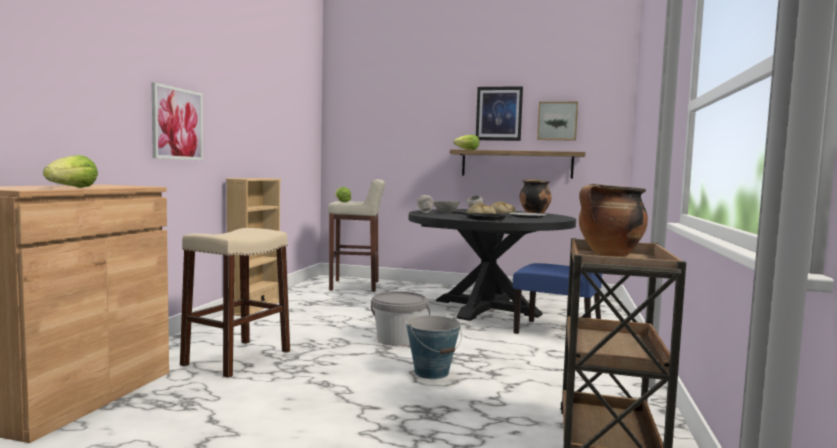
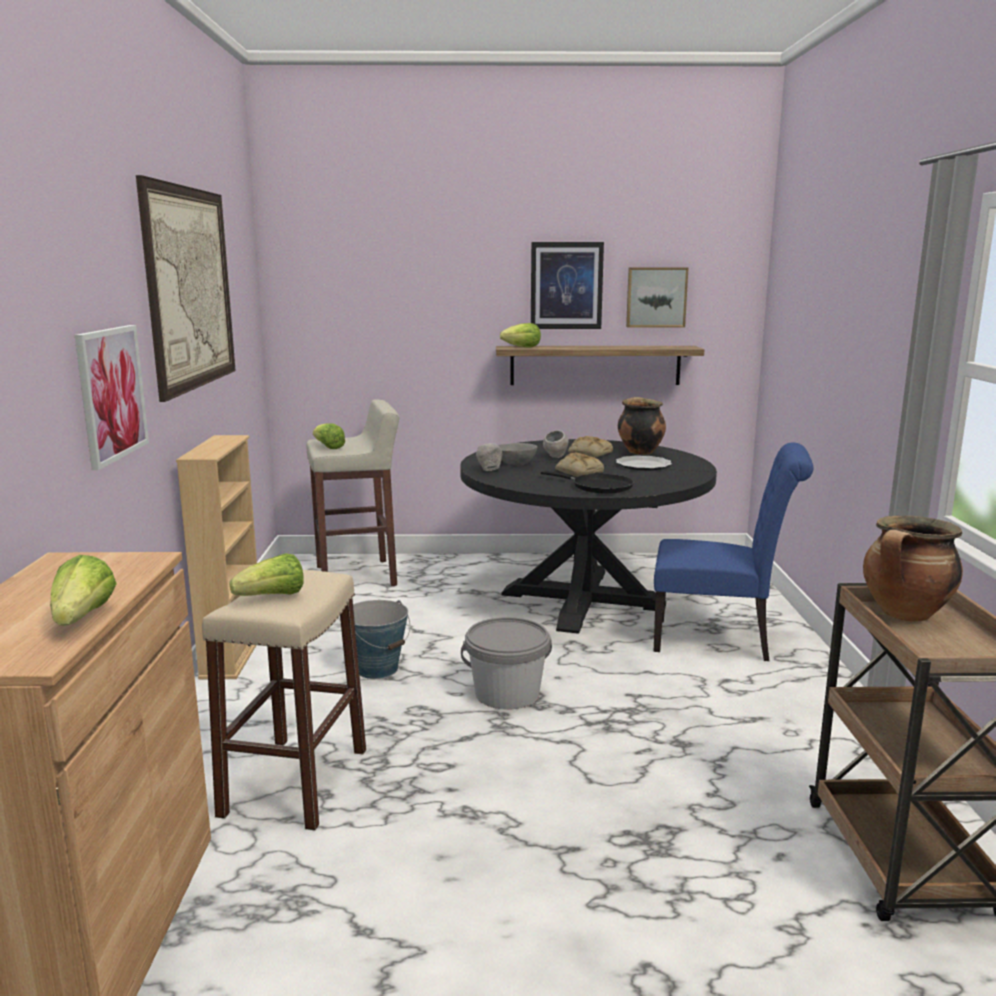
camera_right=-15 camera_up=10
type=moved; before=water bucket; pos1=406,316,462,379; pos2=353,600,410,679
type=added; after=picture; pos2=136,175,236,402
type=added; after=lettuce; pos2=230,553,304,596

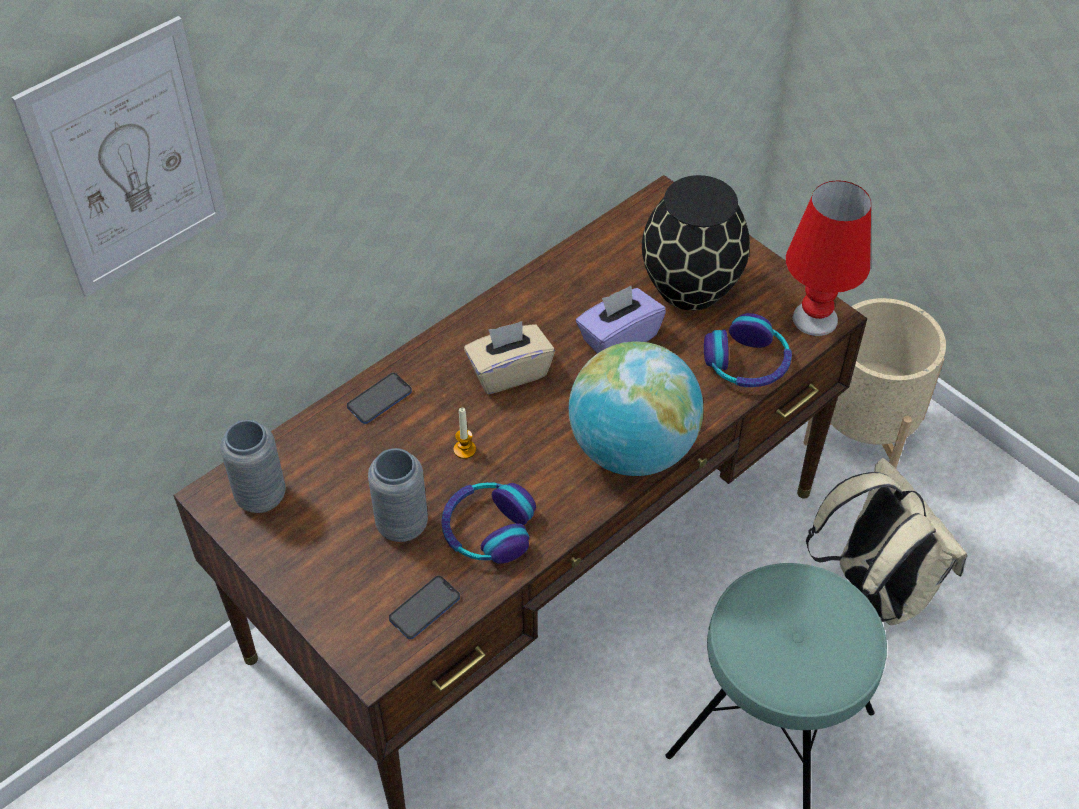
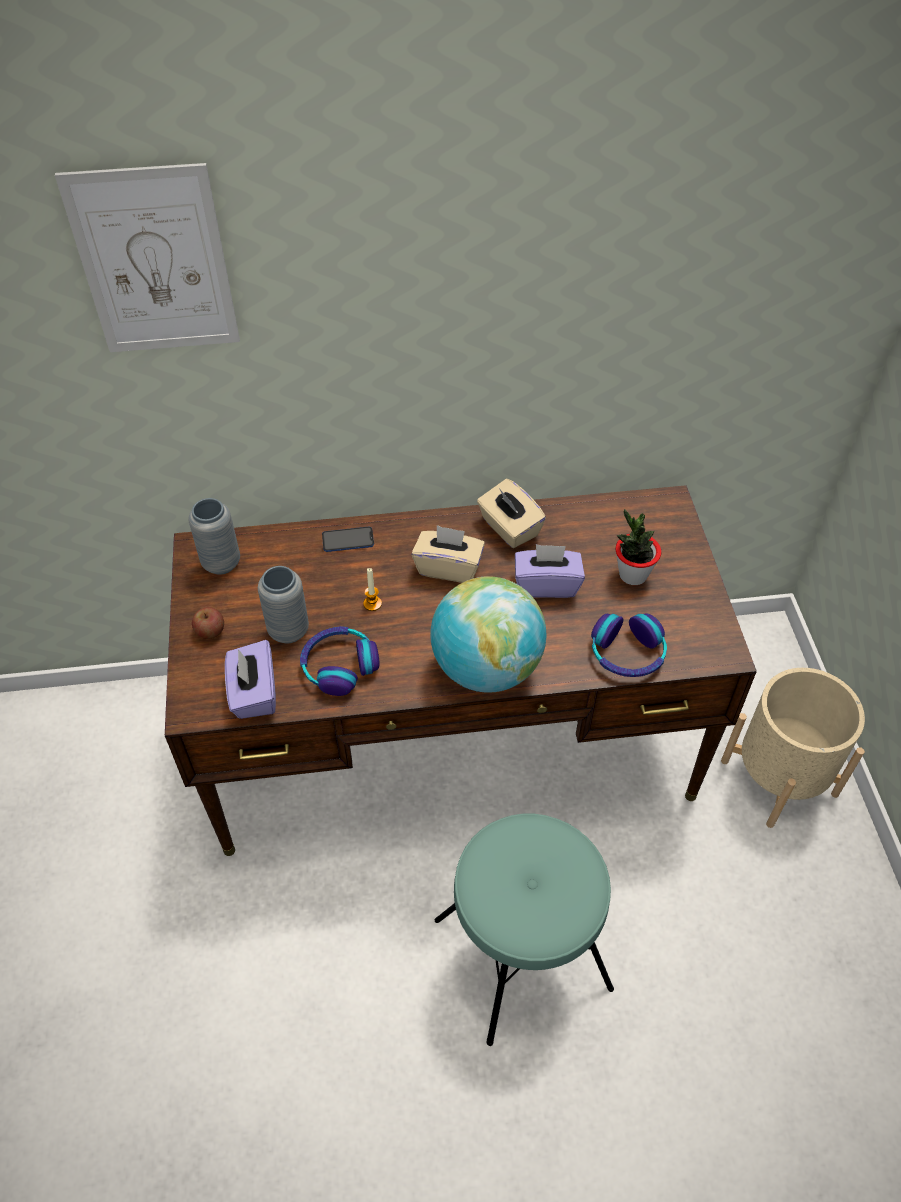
camera_right=35 camera_up=0
type=replaced; before=handset; after=purple tissue box; pos1=389,576,460,639; pos2=225,640,276,719
type=replaced; before=blackish vase; after=plant in a pot; pos1=642,175,750,311; pos2=615,509,661,585
type=removed; before=red tabletop lamp; pos1=786,180,871,336
type=removed; before=sand-coloured backpack; pos1=806,458,967,625
type=added; after=apple fruit; pos2=192,607,224,639
type=added; after=sand-coloured tissue box; pos2=477,479,546,548

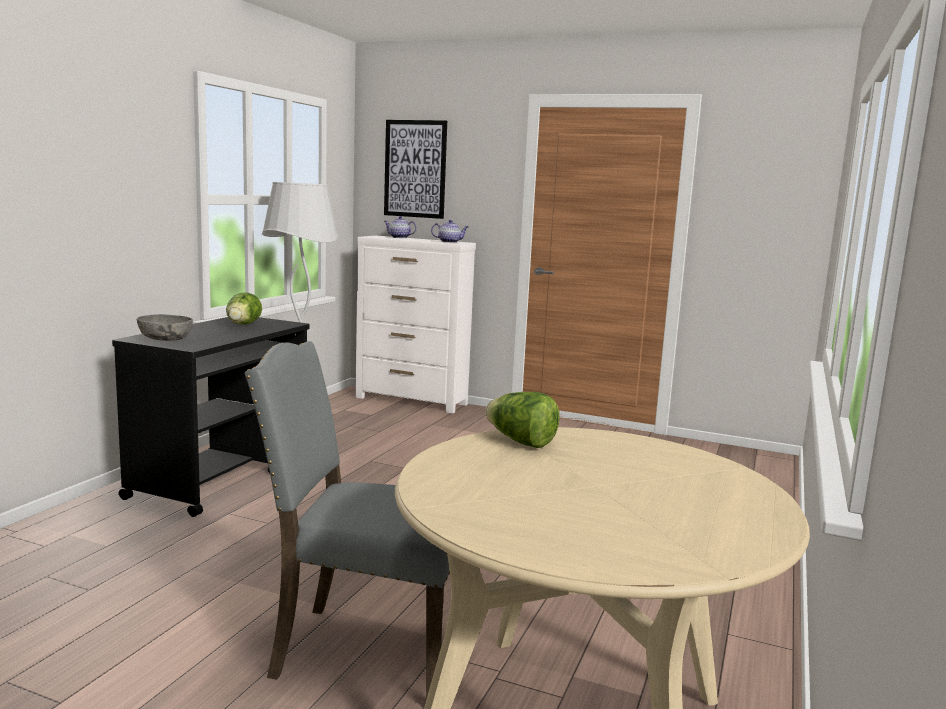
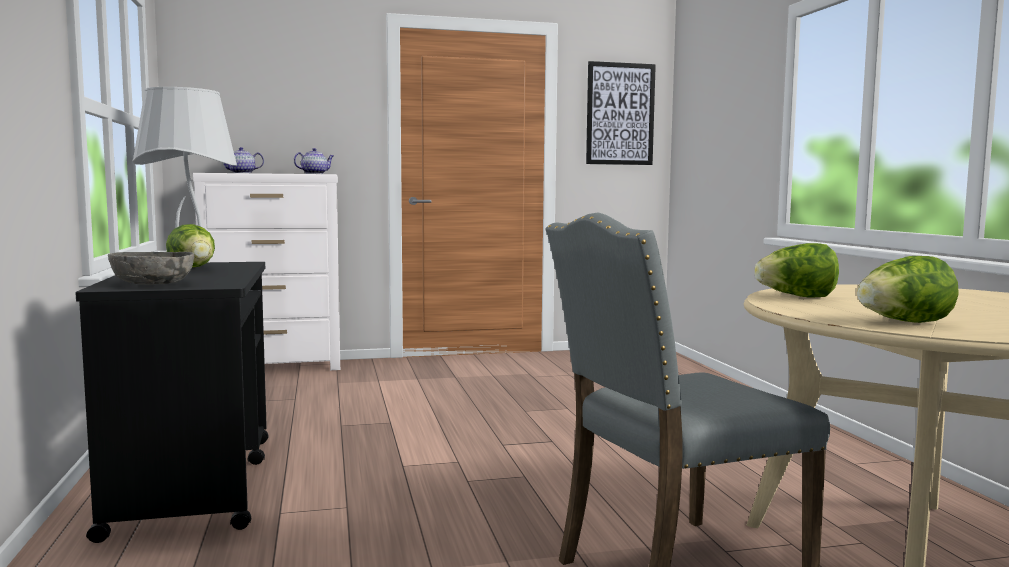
camera_right=-35 camera_up=-5
type=moved; before=picture; pos1=384,120,447,219; pos2=586,61,656,165
type=added; after=lettuce; pos2=857,256,959,323

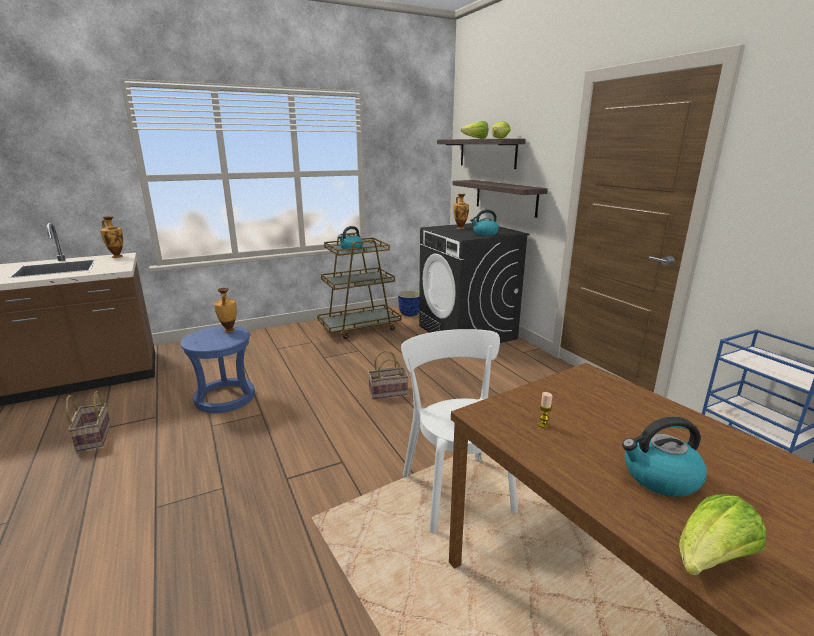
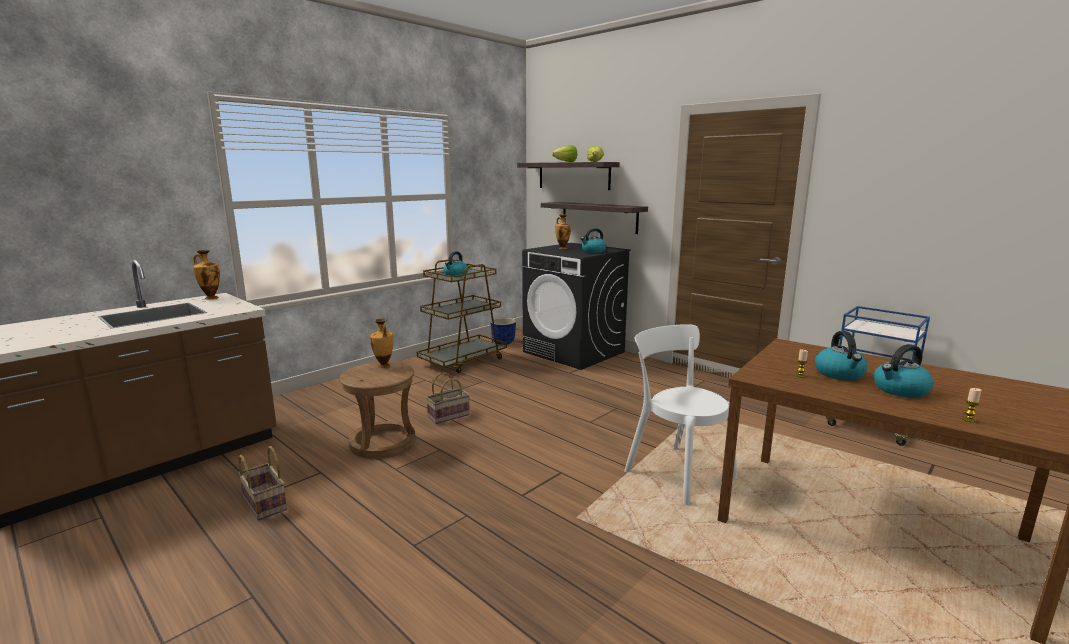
camera_right=-20 camera_up=-5
type=recoloured; before=blue stool; after=brown stool; pos1=180,326,255,413; pos2=339,362,416,459
type=moved; before=storage basket; pos1=368,351,409,399; pos2=426,372,470,424
type=replaced; before=lettuce; after=wax light; pos1=679,494,766,575; pos2=962,388,982,422
type=added; after=kettle; pos2=815,331,868,381

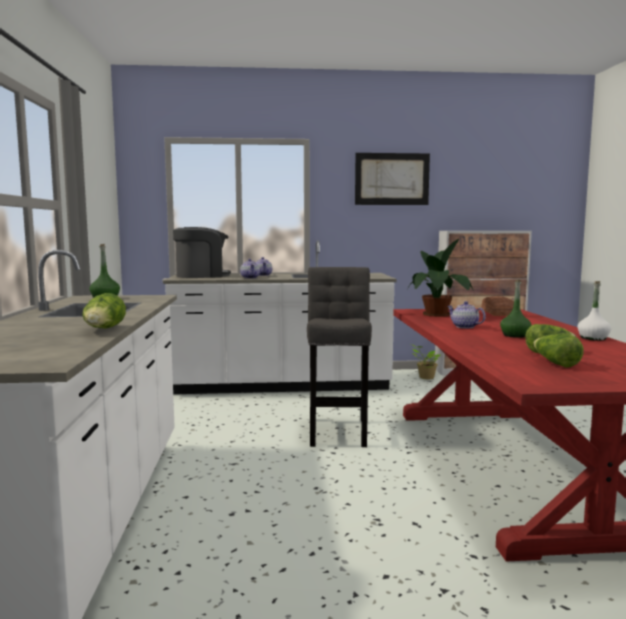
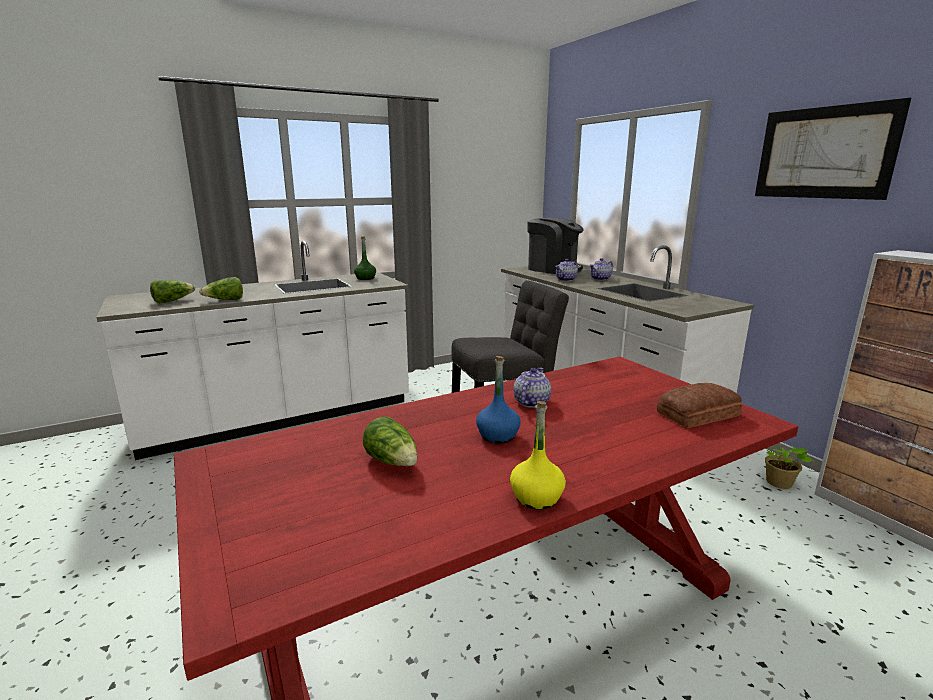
camera_right=65 camera_up=10
type=removed; before=plant in a pot; pos1=407,239,474,317
type=recoloured; before=green-coloured bottle; after=blue bottle; pos1=500,280,532,338; pos2=476,356,520,444
type=moved; before=lettuce; pos1=534,334,584,368; pos2=150,280,195,303
type=recoloured; before=white-coloured bottle; after=yellowish bottle; pos1=577,281,611,341; pos2=510,401,566,509

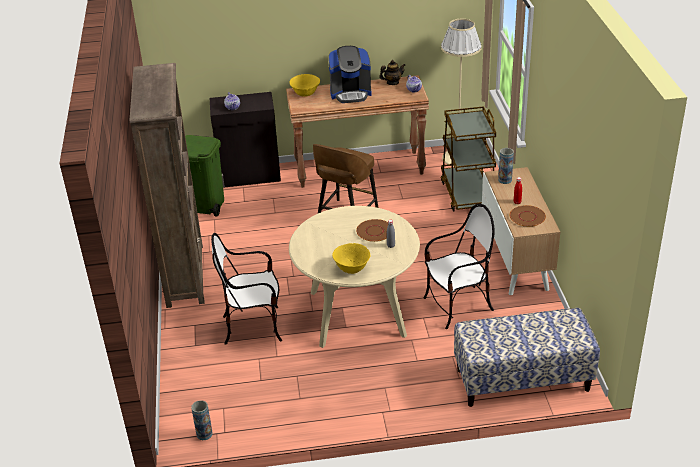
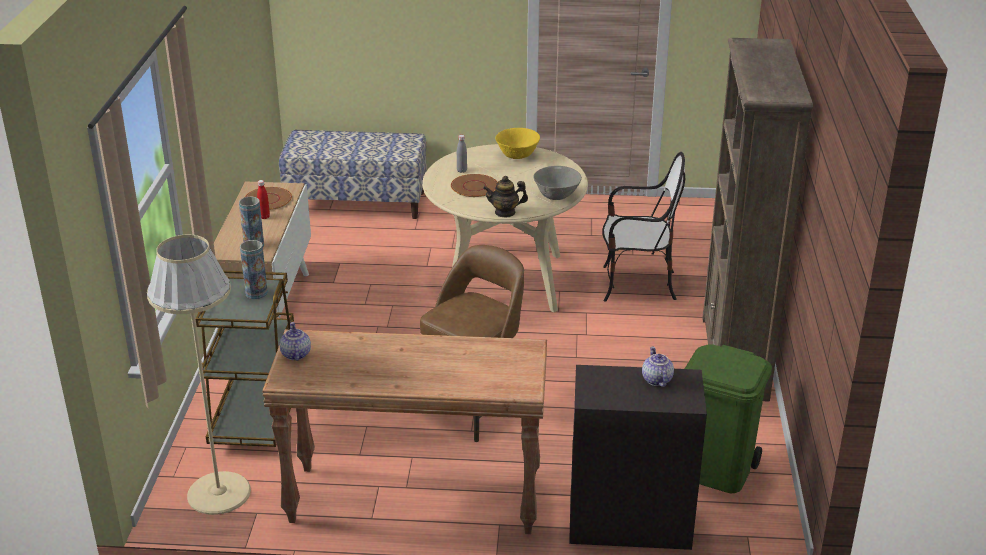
camera_right=-170 camera_up=-5
type=moved; before=vase; pos1=191,400,213,440; pos2=240,240,268,299
type=removed; before=yellowish serving bowl; pos1=289,74,320,97
type=removed; before=coffee brewer; pos1=328,46,371,103
type=moved; before=pot for tea; pos1=379,60,405,85; pos2=483,176,528,218
type=removed; before=plain chair; pos1=424,204,495,329
type=added; after=greyish serving bowl; pos2=533,166,582,200

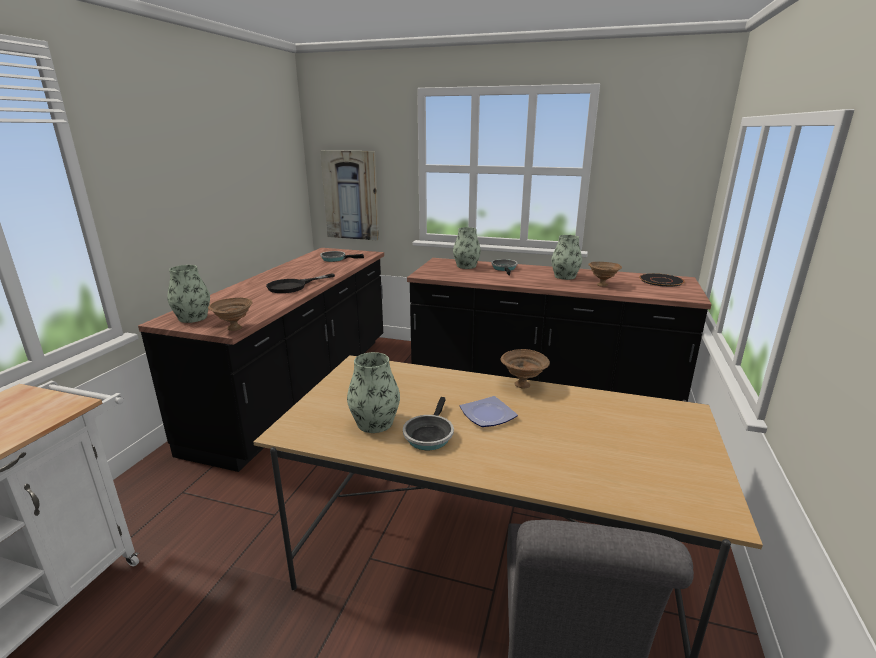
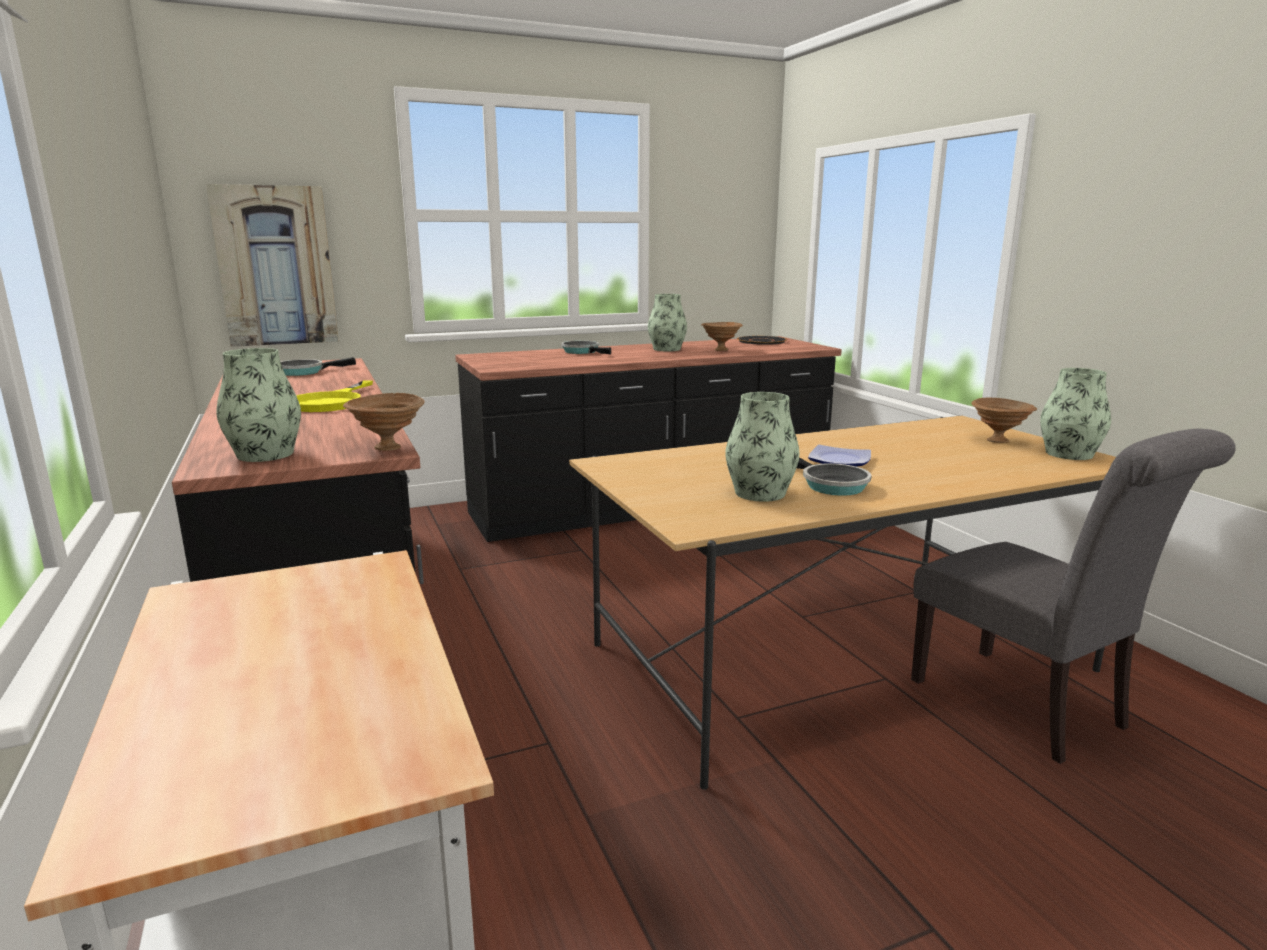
camera_right=-40 camera_up=-5
type=recoloured; before=blackish skillet; after=yellowish skillet; pos1=266,274,335,293; pos2=296,380,373,412
type=moved; before=vase; pos1=453,227,481,269; pos2=1040,368,1111,460
type=moved; before=brown serving bowl; pos1=501,349,550,389; pos2=971,398,1037,443

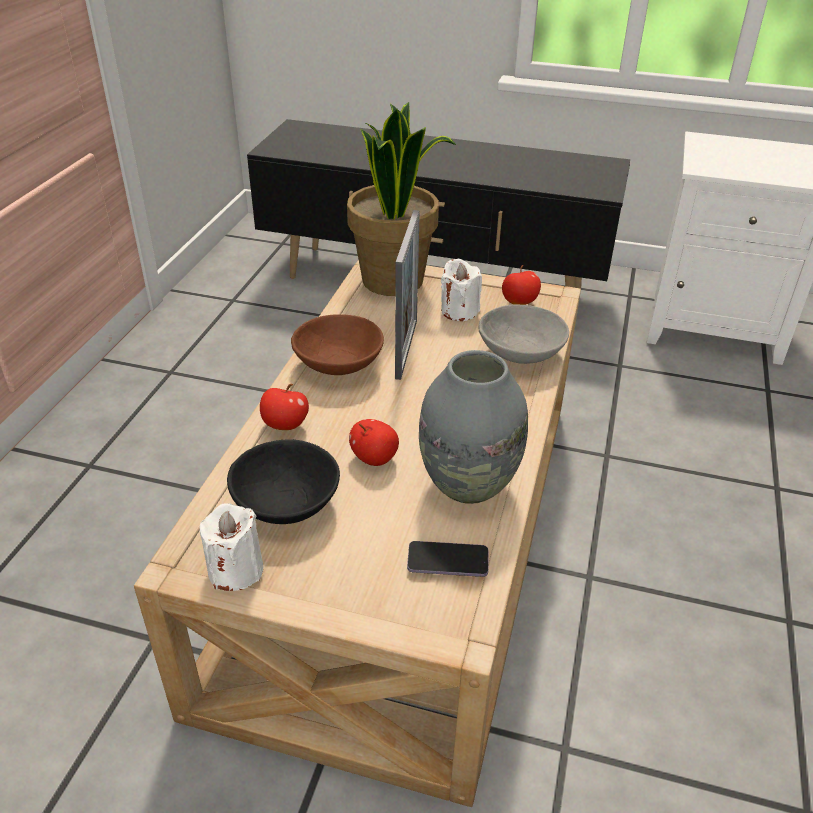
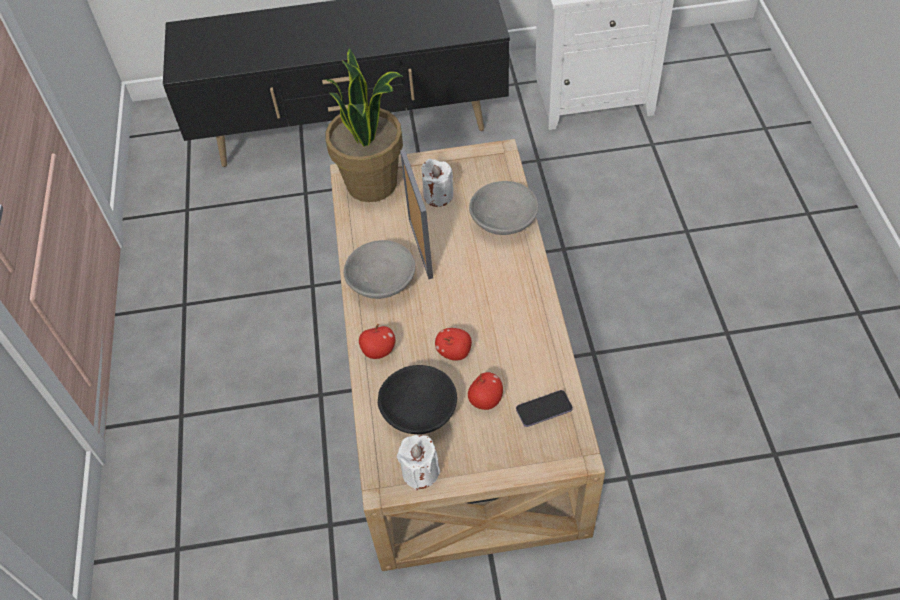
camera_right=-20 camera_up=15
type=recoloured; before=brown serving bowl; after=greyish serving bowl; pos1=291,314,384,375; pos2=344,240,415,299
type=removed; before=greyish vase; pos1=419,350,528,504
type=moved; before=apple fruit; pos1=502,265,541,305; pos2=468,372,503,410

